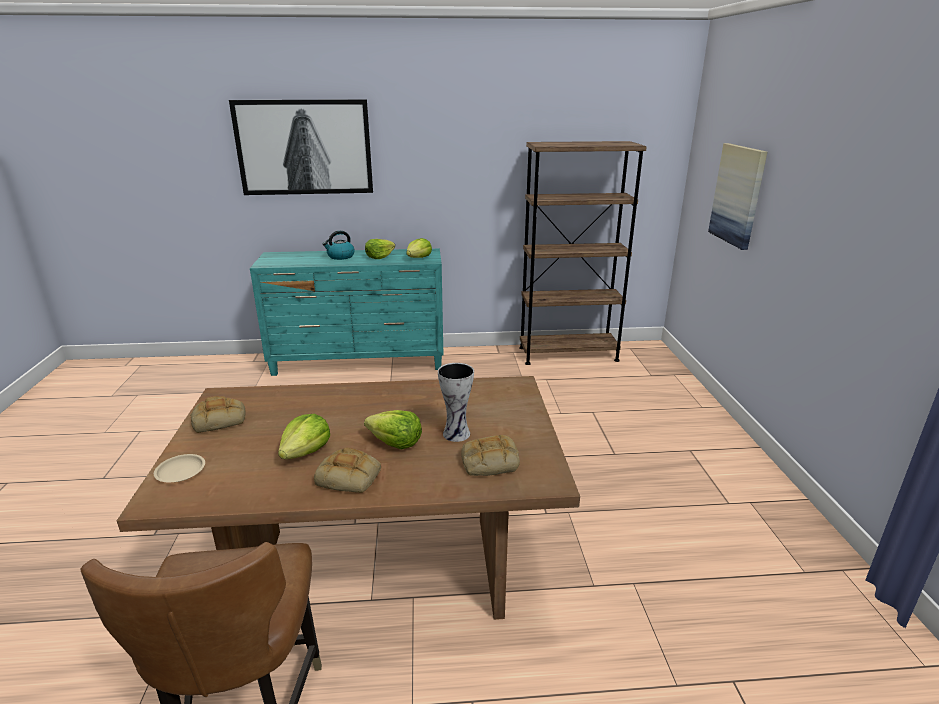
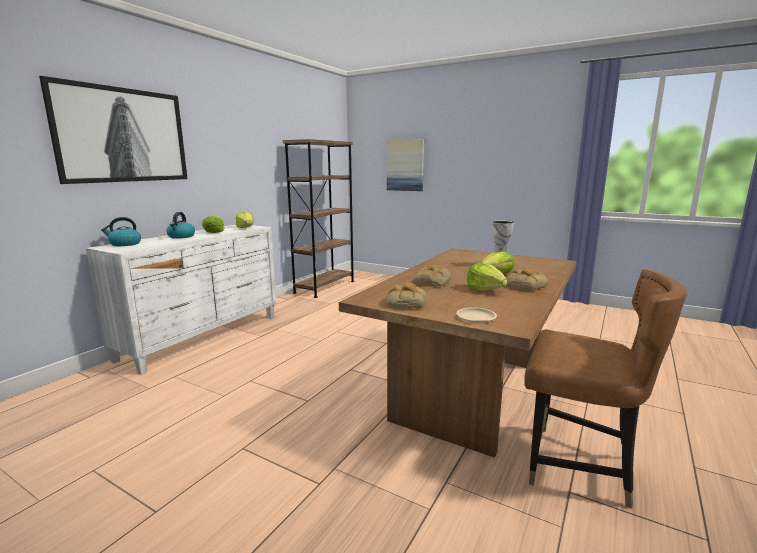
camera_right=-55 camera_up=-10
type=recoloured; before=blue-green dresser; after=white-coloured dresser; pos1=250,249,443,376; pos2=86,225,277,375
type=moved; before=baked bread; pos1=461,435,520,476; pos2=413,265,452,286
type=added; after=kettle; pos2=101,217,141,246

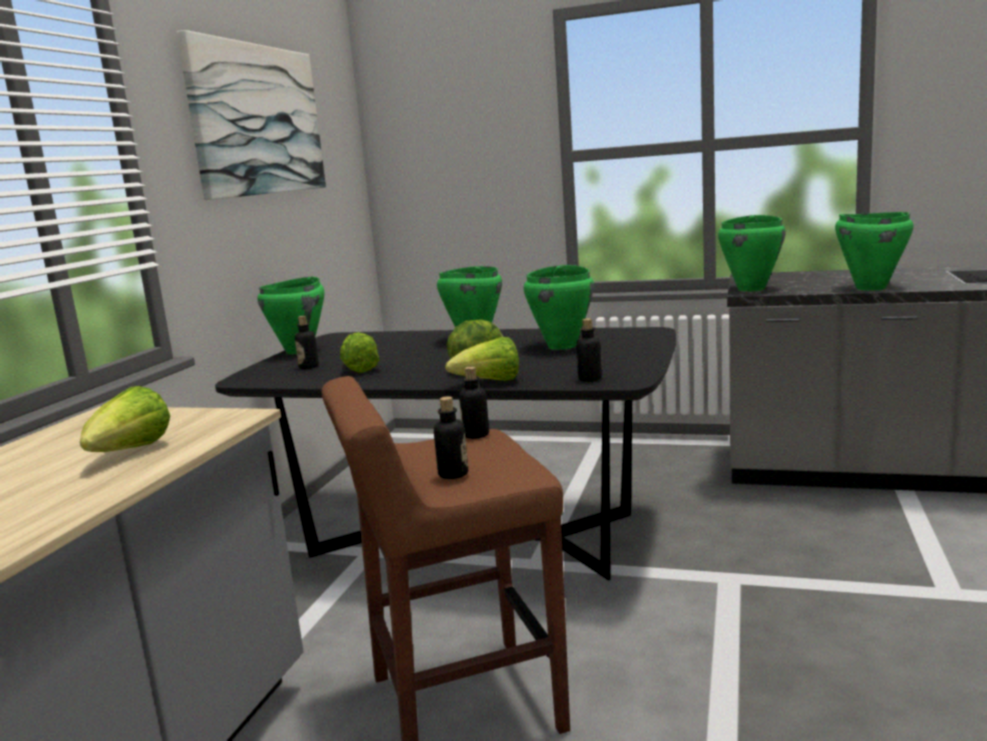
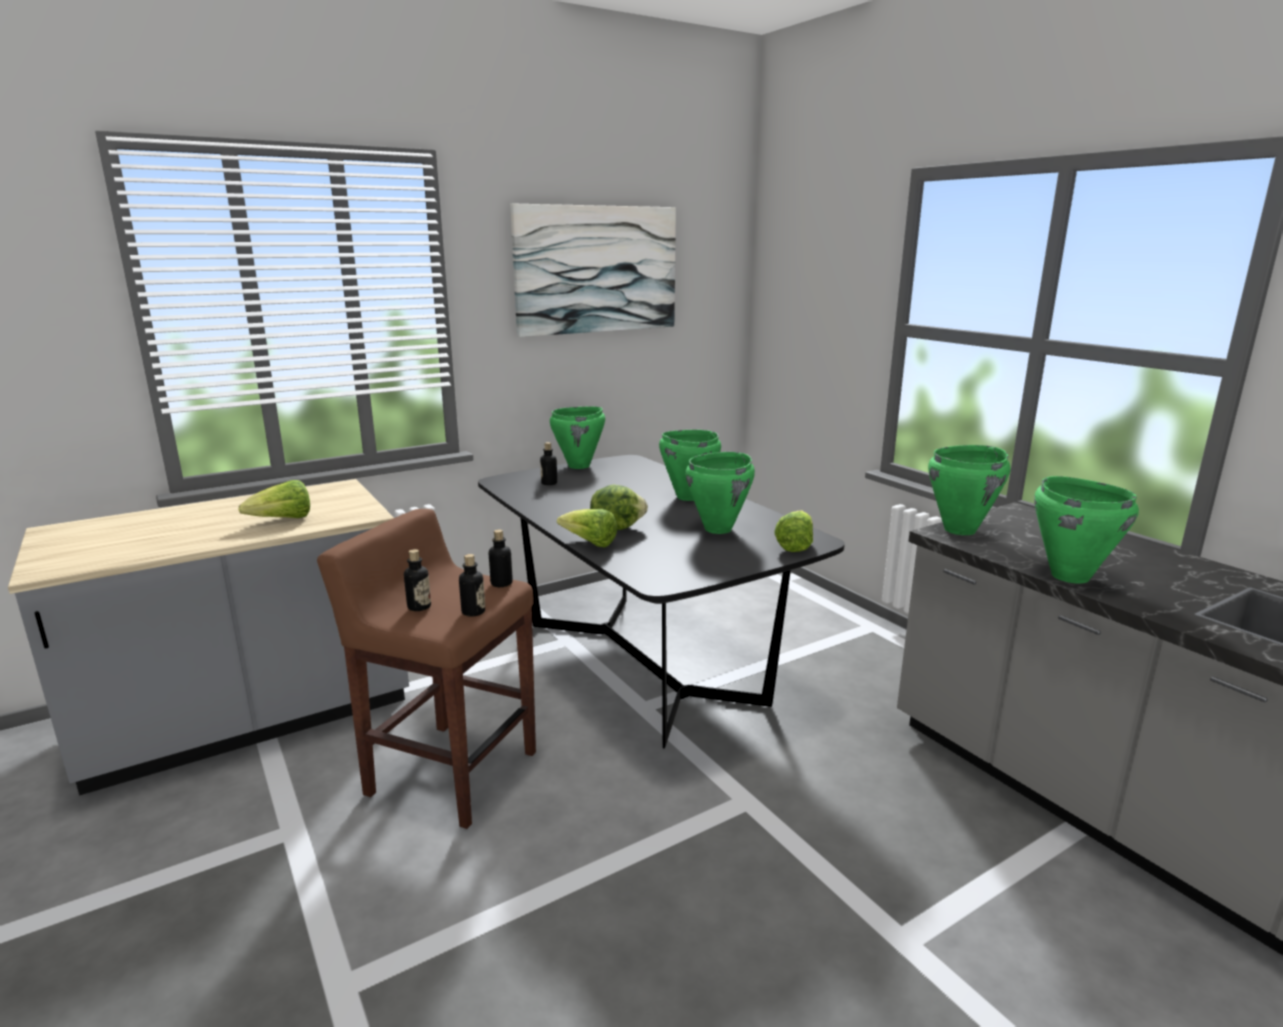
camera_right=40 camera_up=5
type=moved; before=lettuce; pos1=340,332,379,373; pos2=774,510,813,552
type=moved; before=bottle; pos1=576,318,602,382; pos2=459,554,485,617

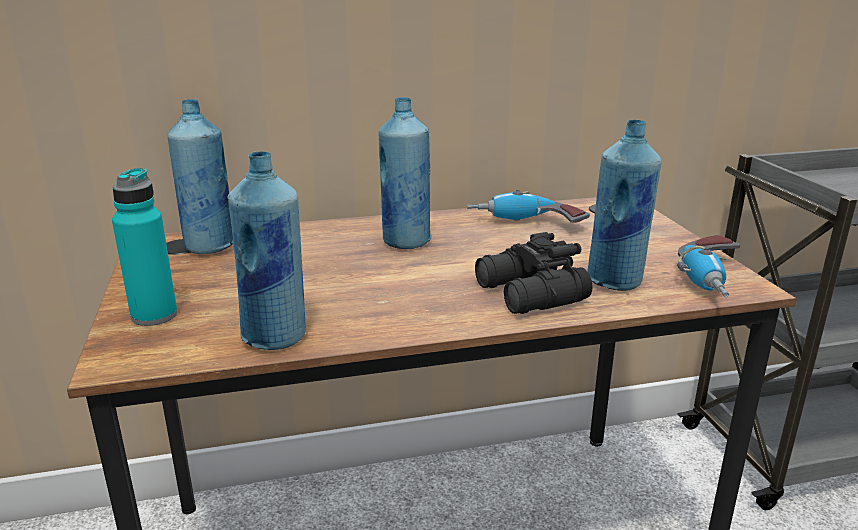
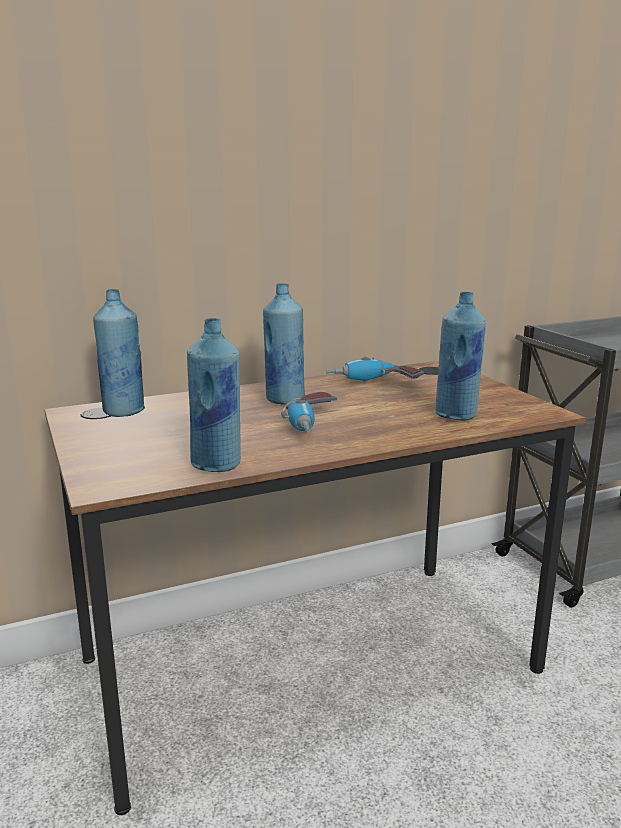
camera_right=-10 camera_up=-5
type=removed; before=blue-green bottle; pos1=112,168,177,326
type=removed; before=blackish field glasses; pos1=475,232,592,314
type=moved; before=drill; pos1=677,235,740,297; pos2=281,392,337,433

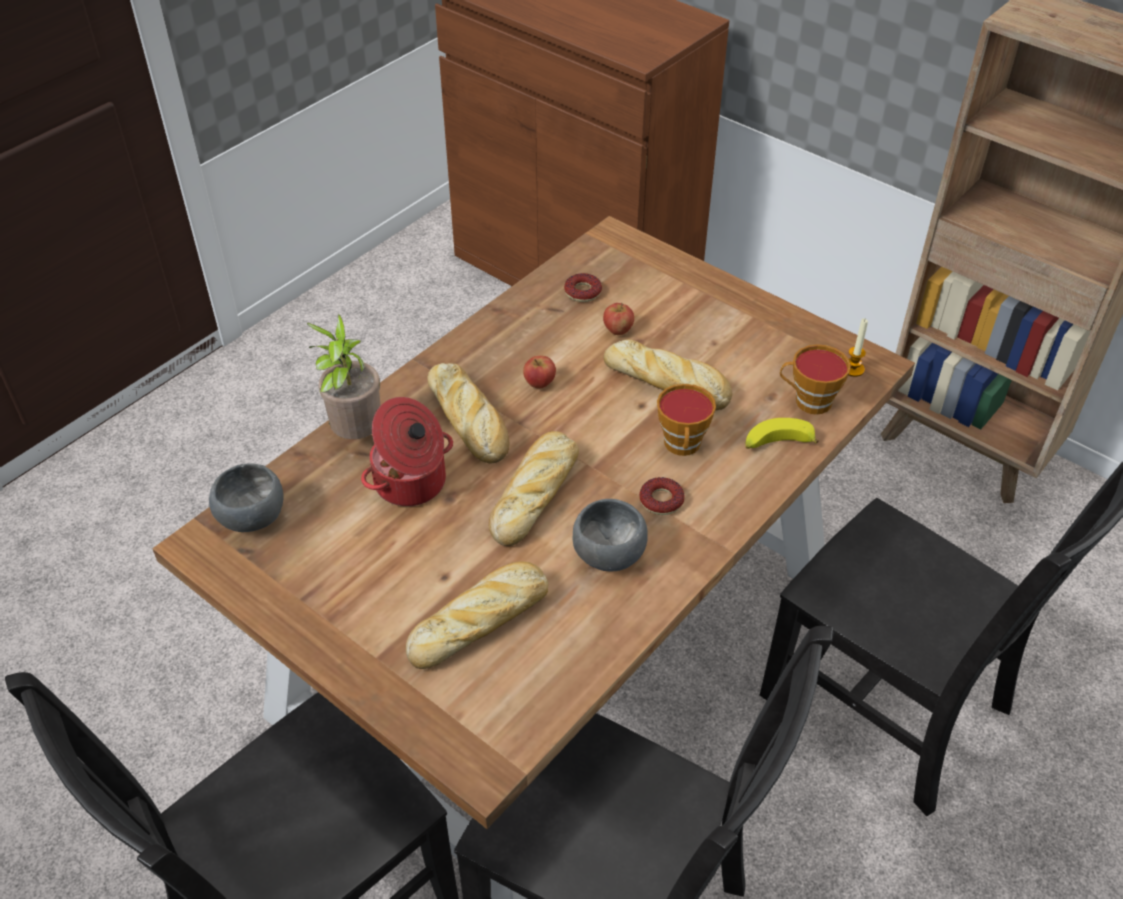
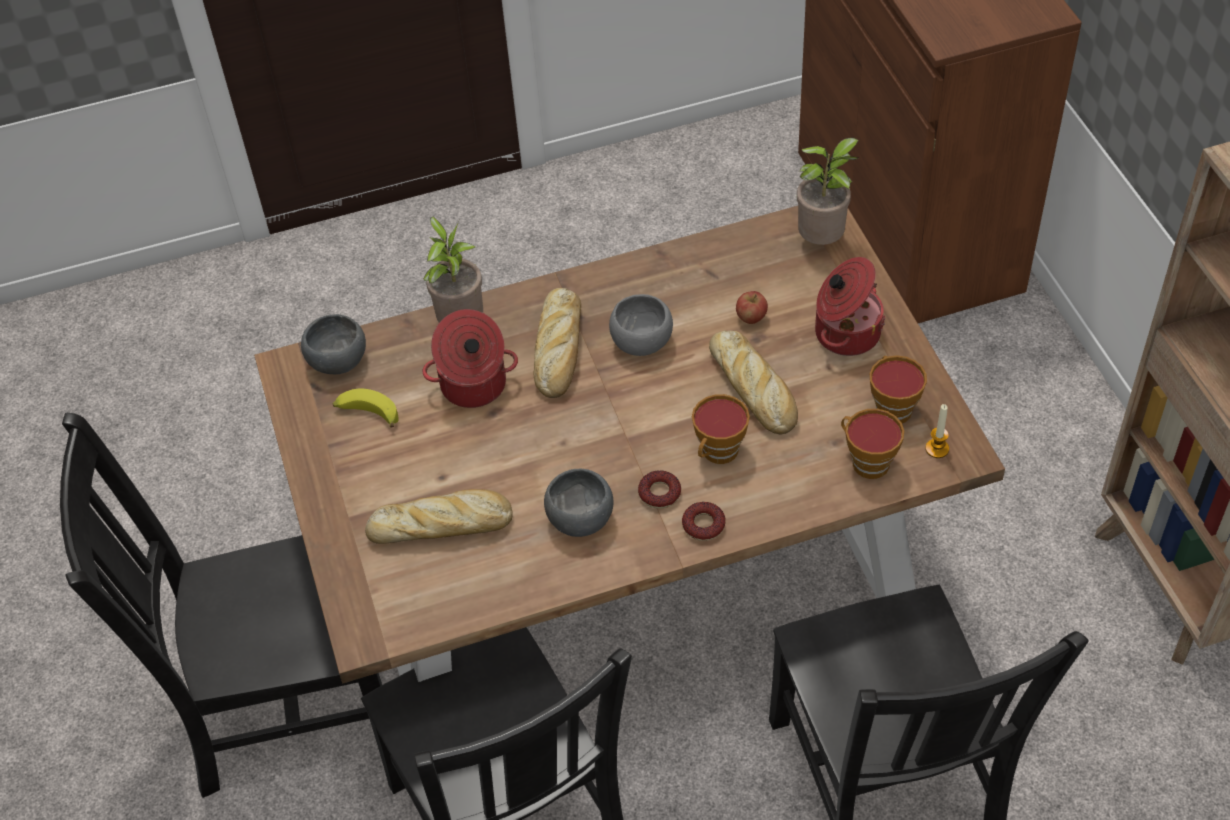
camera_right=35 camera_up=5
type=removed; before=baked bread; pos1=489,431,579,546
type=replaced; before=apple fruit; after=greyish serving bowl; pos1=523,356,556,389; pos2=609,294,673,356
type=moved; before=doughnut; pos1=564,273,602,302; pos2=682,502,726,541
type=moved; before=banana; pos1=745,418,819,449; pos2=333,388,399,427
type=added; after=plant in a pot; pos2=797,138,859,245
type=added; after=cooking pot; pos2=815,257,886,356
type=added; after=small cup; pos2=870,355,927,423

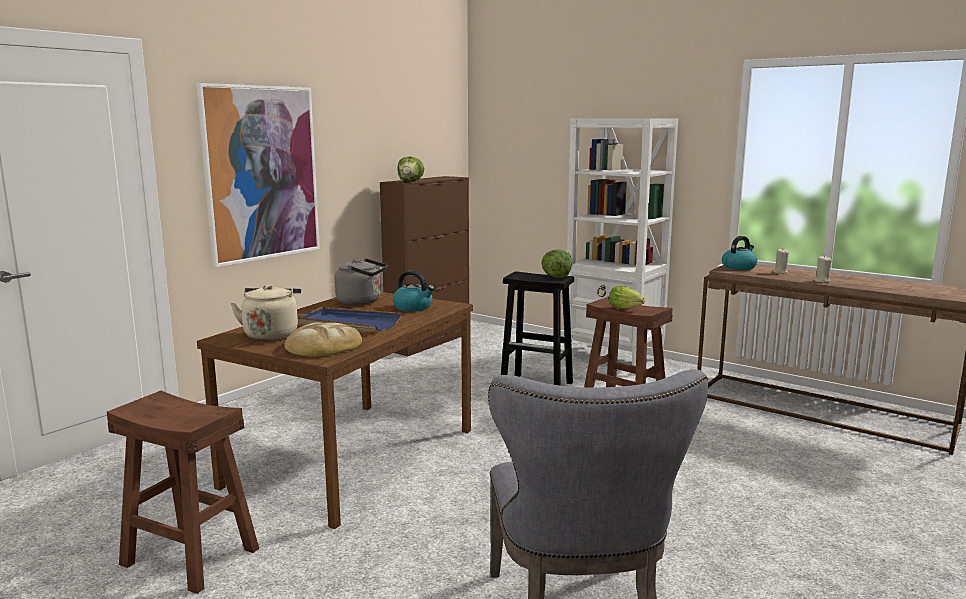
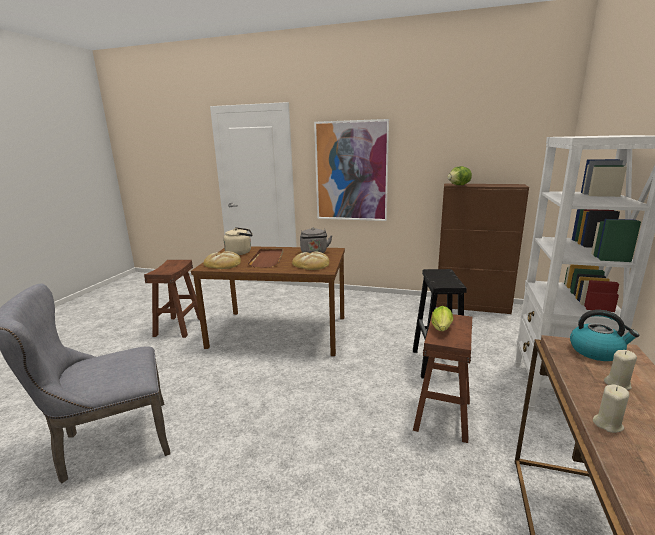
camera_right=70 camera_up=5
type=recoloured; before=blue tray; after=brown tray; pos1=298,307,402,331; pos2=248,248,283,268
type=replaced; before=kettle; after=baked bread; pos1=393,271,434,311; pos2=292,251,329,270
type=removed; before=lettuce; pos1=541,249,572,278

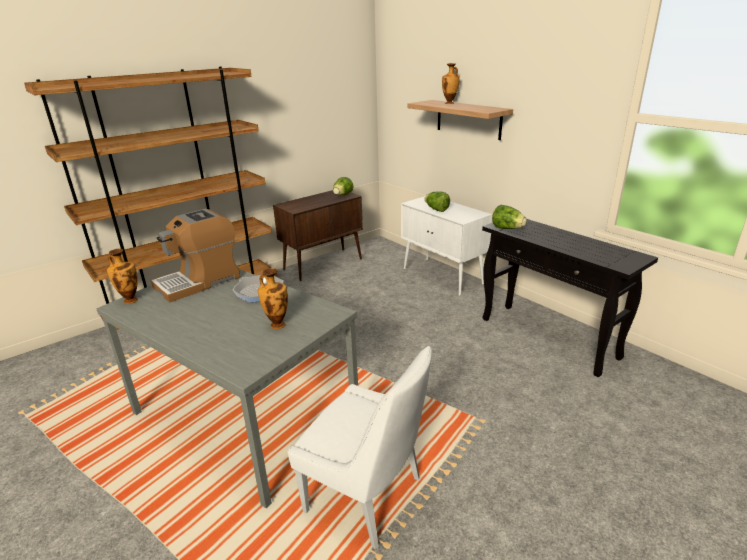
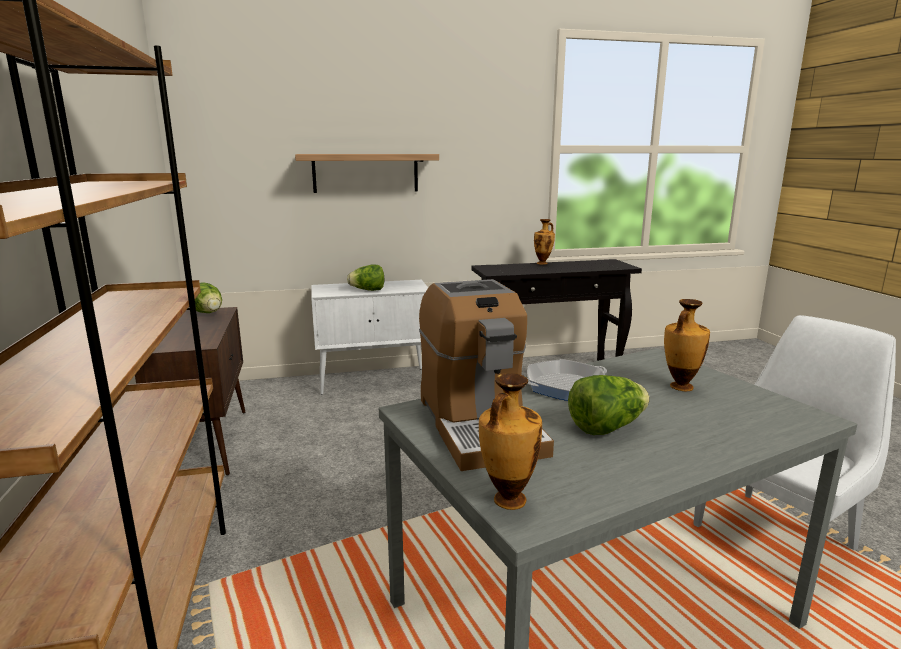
camera_right=-65 camera_up=-10
type=moved; before=vase; pos1=442,63,460,104; pos2=534,219,555,265
type=moved; before=lettuce; pos1=492,205,527,229; pos2=568,375,650,435

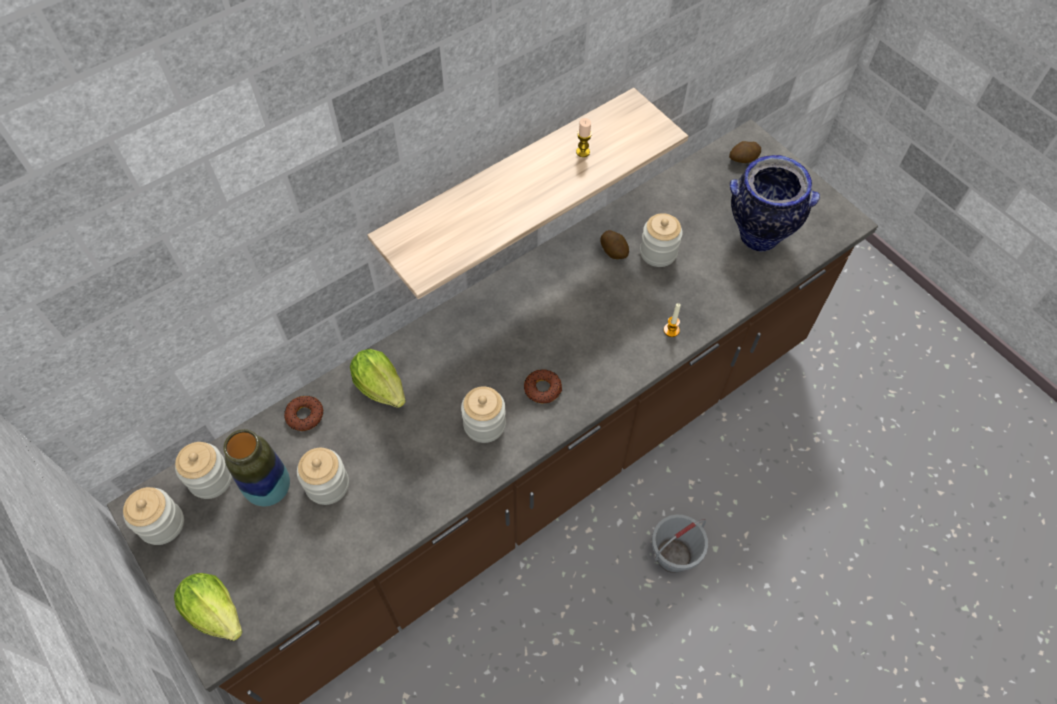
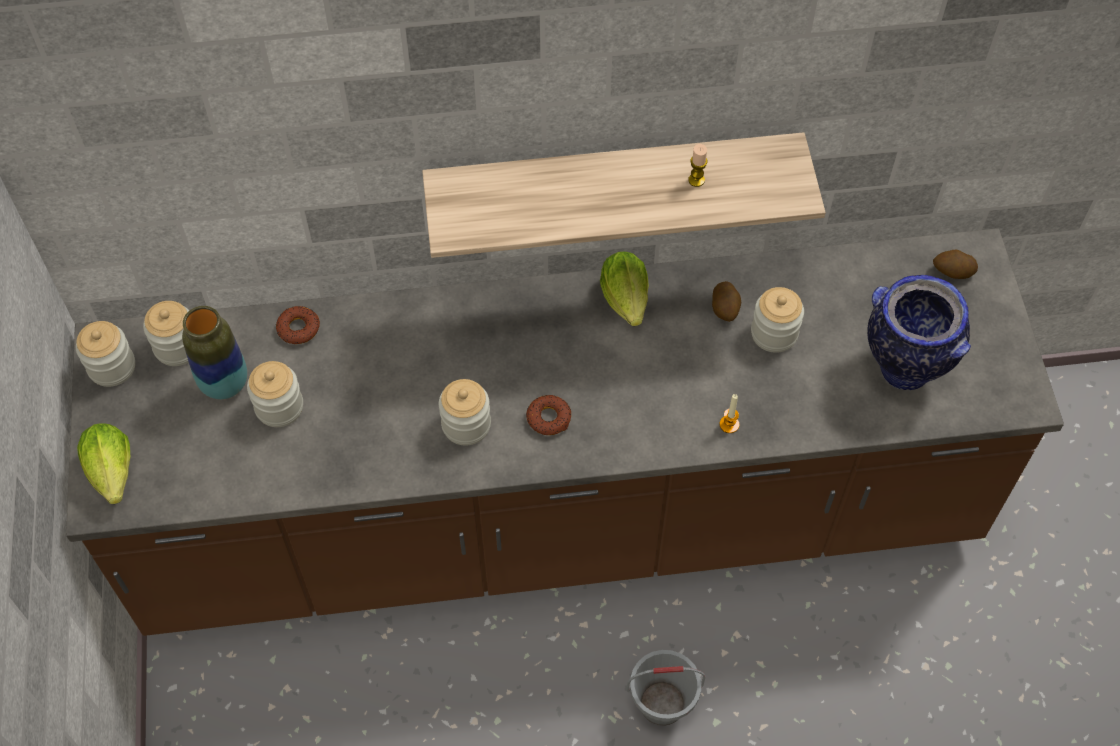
camera_right=30 camera_up=0
type=moved; before=lettuce; pos1=350,349,406,408; pos2=600,252,649,326

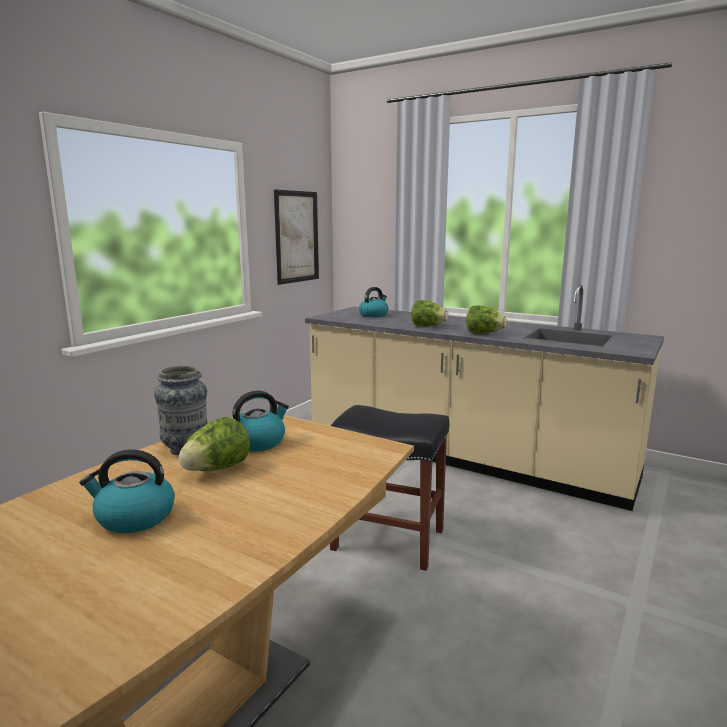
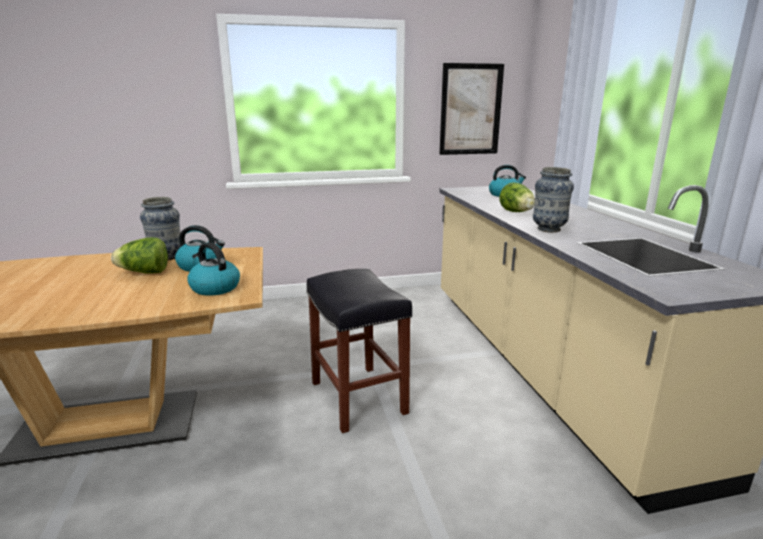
camera_right=45 camera_up=5
type=moved; before=kettle; pos1=80,449,175,533; pos2=187,242,240,296
type=replaced; before=lettuce; after=vase; pos1=466,306,507,334; pos2=533,167,574,232

